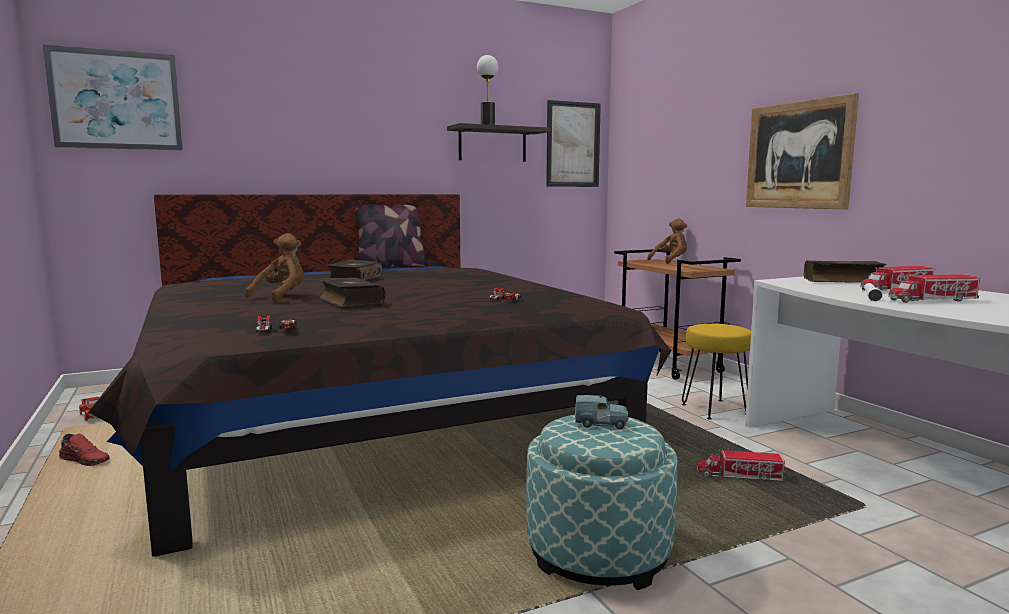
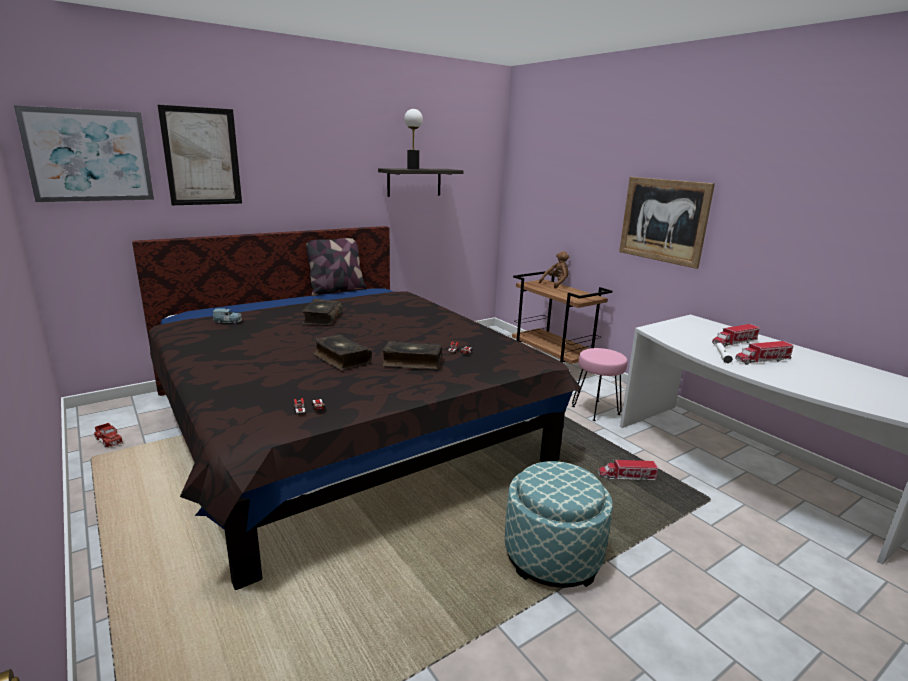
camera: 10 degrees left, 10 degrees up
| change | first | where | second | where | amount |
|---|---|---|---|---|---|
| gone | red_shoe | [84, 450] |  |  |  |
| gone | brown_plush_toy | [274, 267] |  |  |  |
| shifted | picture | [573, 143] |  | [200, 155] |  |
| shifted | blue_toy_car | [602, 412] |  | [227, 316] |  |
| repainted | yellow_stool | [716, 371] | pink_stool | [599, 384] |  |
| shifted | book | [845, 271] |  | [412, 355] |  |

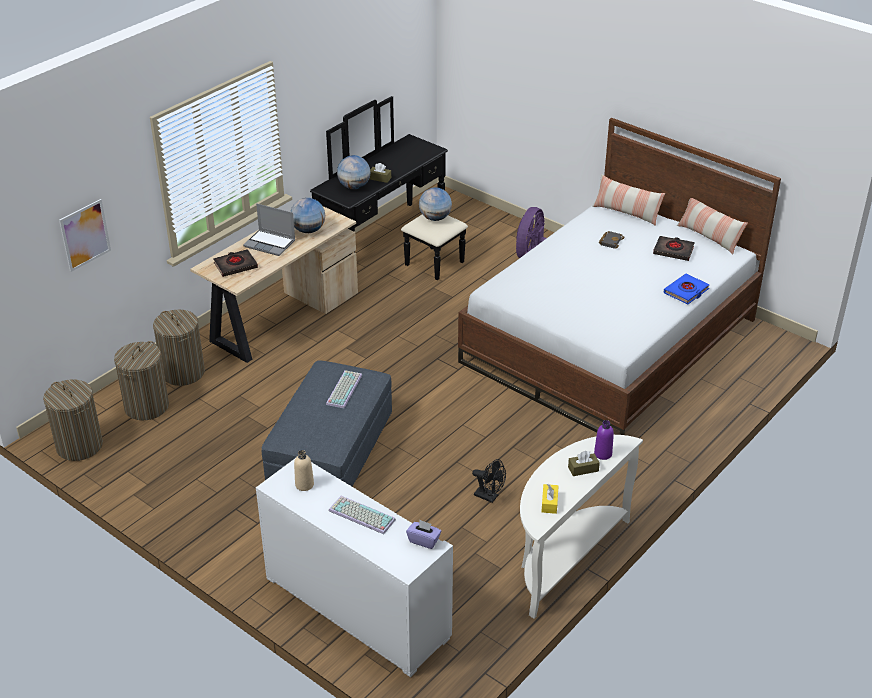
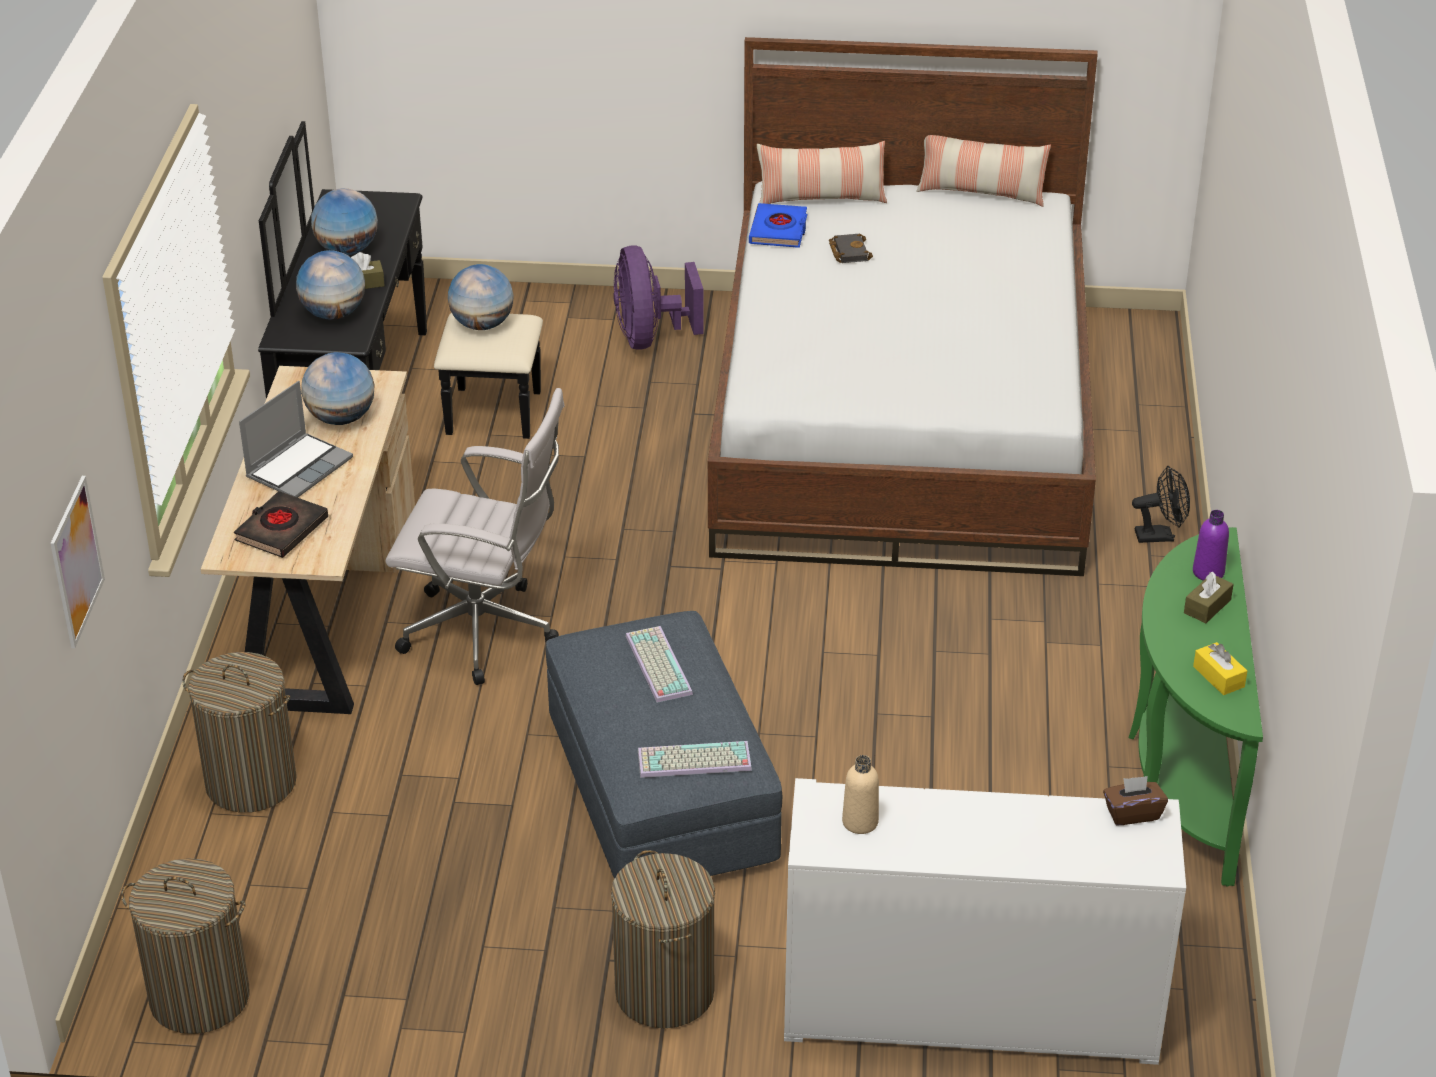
camera: 35 degrees left, 0 degrees up
| change | first | where | second | where | amount |
|---|---|---|---|---|---|
| shifted | laundry_basket | [141, 380] |  | [663, 939] |  |
| rotated | laptop | [269, 230] |  | [296, 439] | 45 degrees counterclockwise |
| shifted | keyboard | [362, 515] |  | [695, 759] |  |
| repainted | purple_tissue_box | [424, 534] | brown_tissue_box | [1135, 800] |  |
| shifted | black_fan | [489, 481] |  | [1161, 504] |  |
| repainted | white_console_table | [581, 527] | green_console_table | [1195, 707] |  |
| gone | black_book | [674, 248] |  |  |  |
| shifted | blue_book | [687, 289] |  | [778, 225] |  |
| new |  |  | globe | [344, 221] |  |
| new |  |  | white_office_chair | [475, 536] |  |

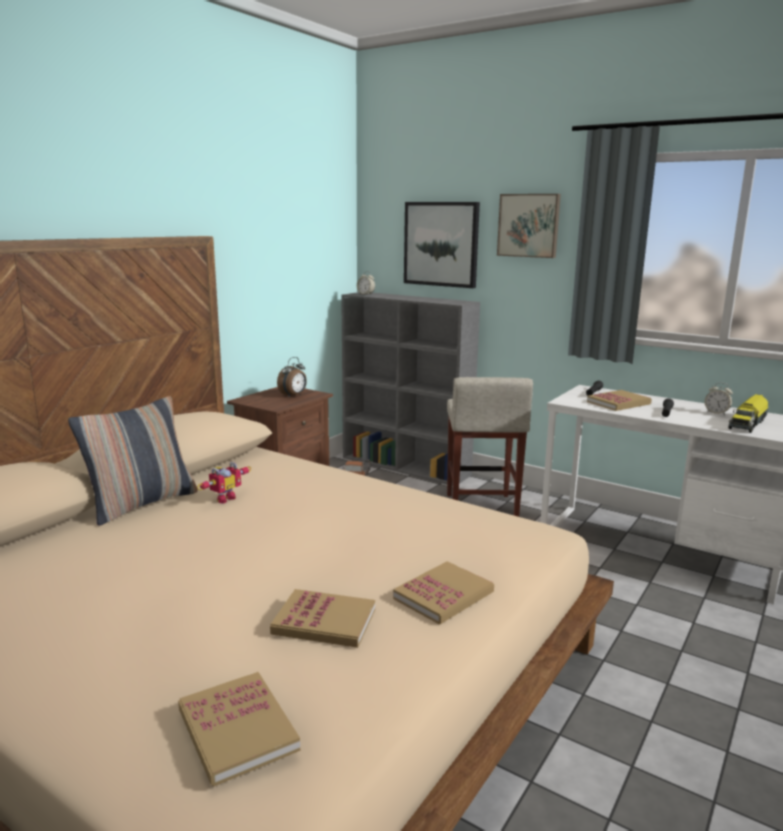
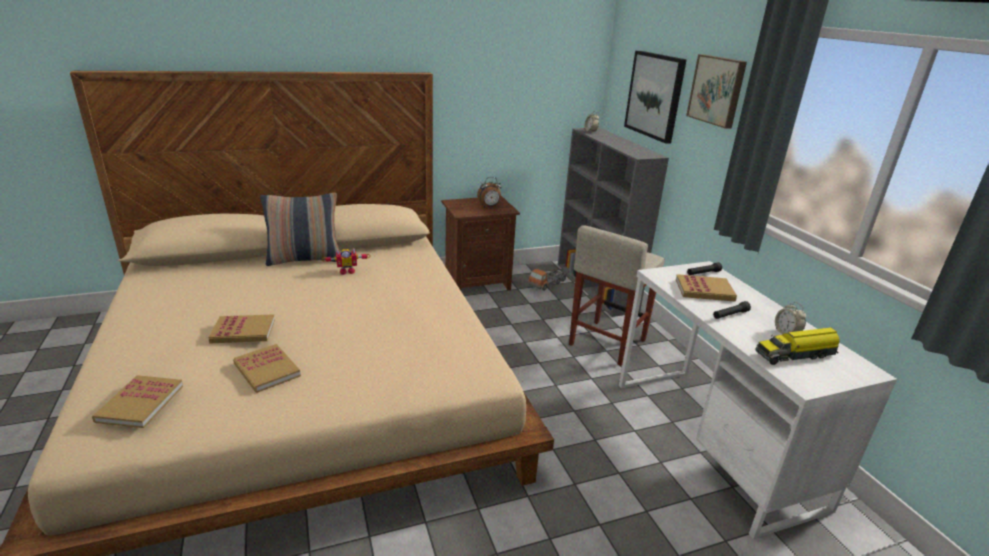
camera: 35 degrees right, 10 degrees up
| change | first | where | second | where | amount |
|---|---|---|---|---|---|
| shifted | book | [443, 593] |  | [241, 328] |  |

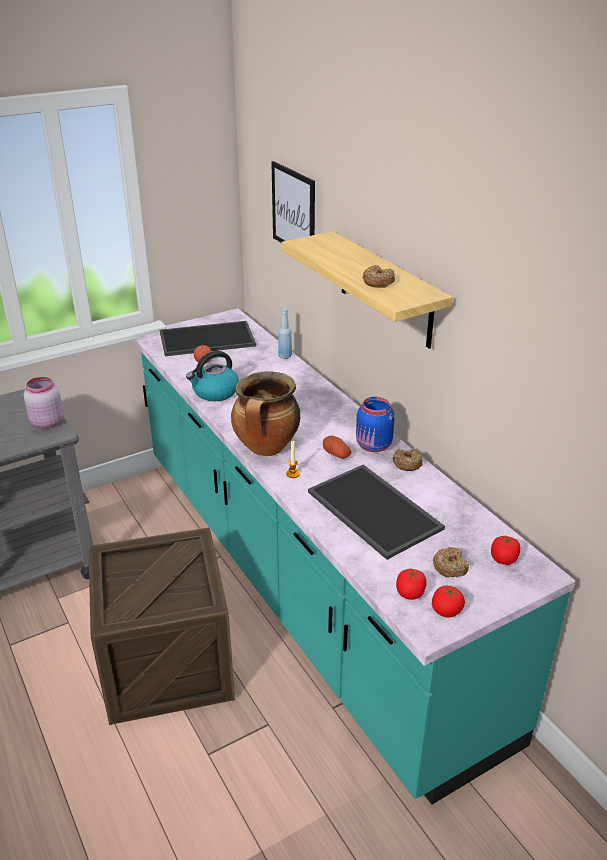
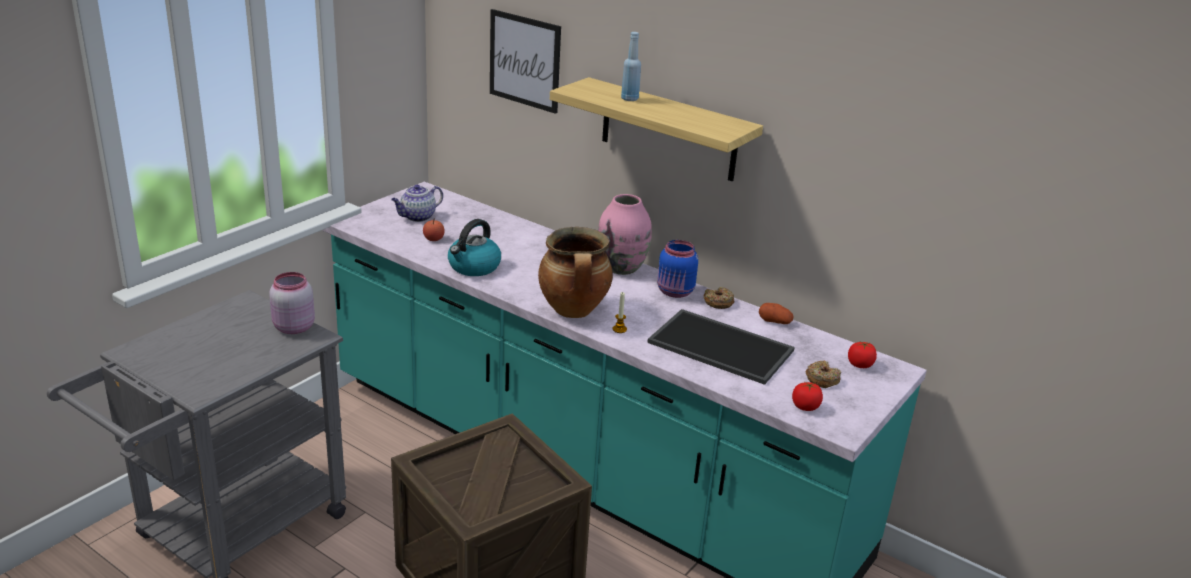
camera: 25 degrees left, 5 degrees down
| change | first | where | second | where | amount |
|---|---|---|---|---|---|
| swapped | tray | [208, 338] | teapot | [417, 203] |  |
| shifted | blue_bottle | [285, 333] |  | [631, 66] |  |
| shifted | potato | [337, 447] |  | [776, 313] |  |
| gone | donut | [378, 276] |  |  |  |
| gone | tomato | [448, 602] |  |  |  |
| new |  |  | pink_vase | [625, 234] |  |

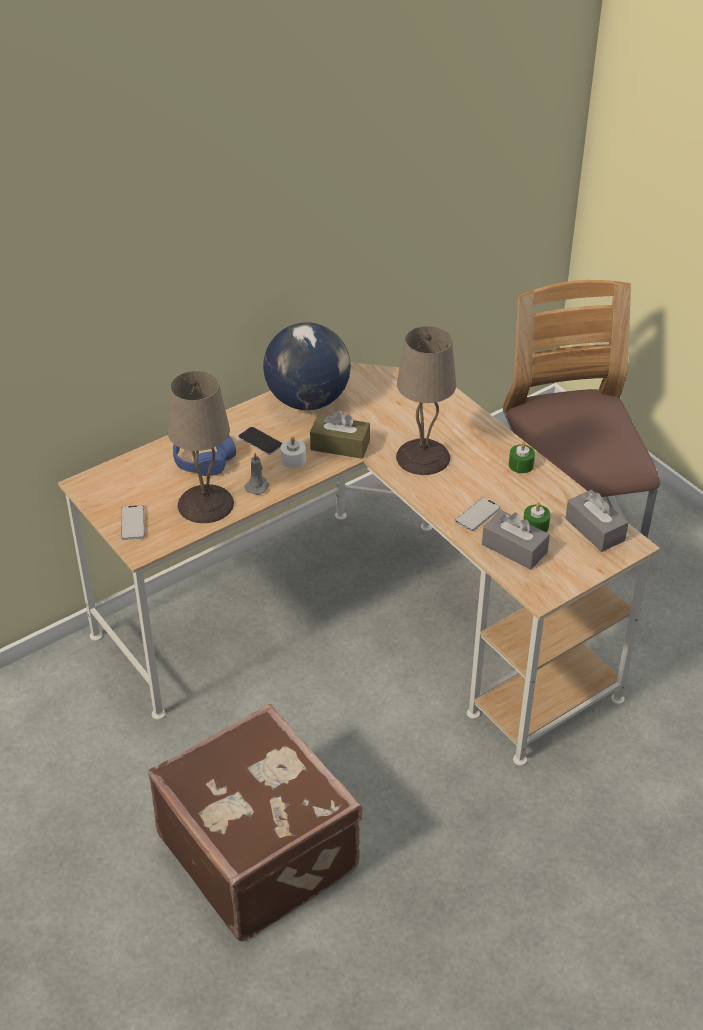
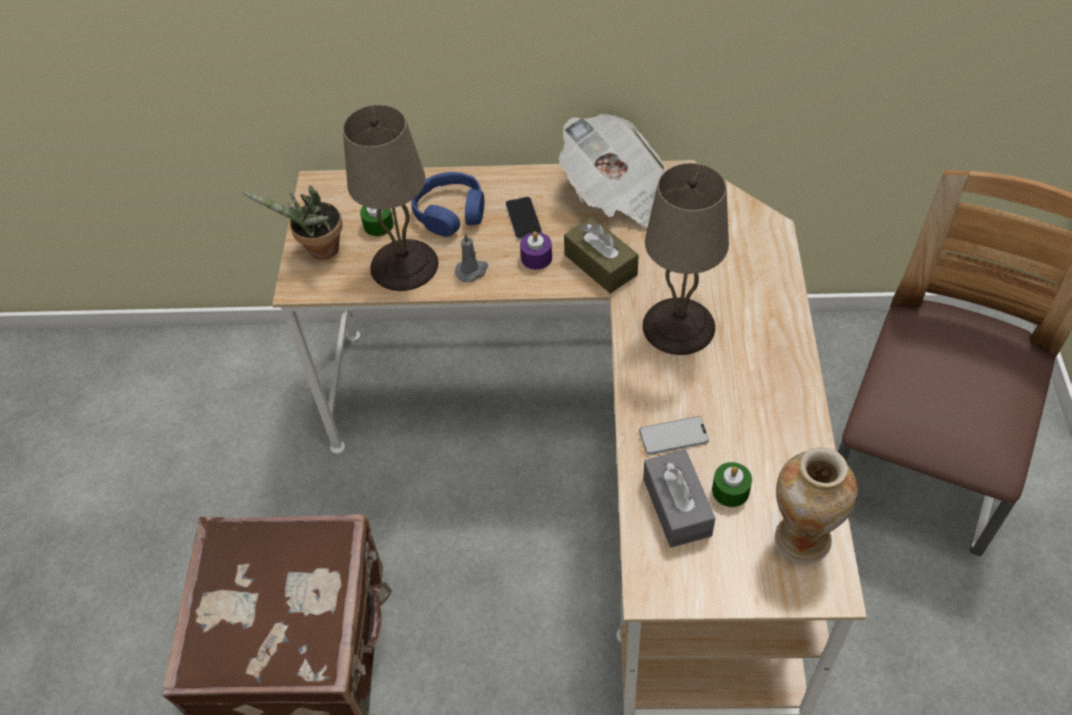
camera: 40 degrees right, 10 degrees up
| change | first | where | second | where | amount |
|---|---|---|---|---|---|
| swapped | phone | [133, 522] | potted_plant | [293, 222] |  |
| swapped | globe | [307, 366] | newspaper | [611, 170] |  |
| repainted | white_candle | [293, 452] | purple_candle | [536, 250] |  |
| shifted | green_candle | [522, 457] |  | [377, 221] |  |
| swapped | grey_tissue_box | [597, 521] | vase | [816, 505] |  |

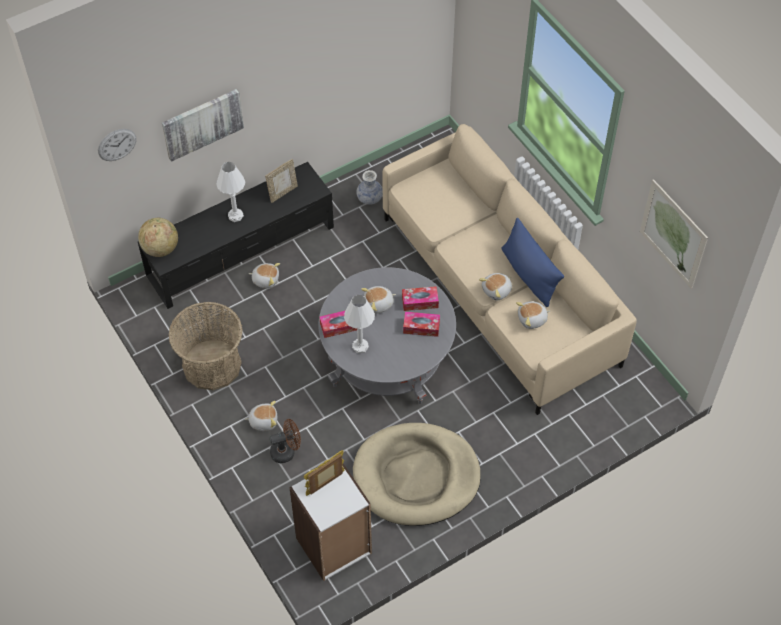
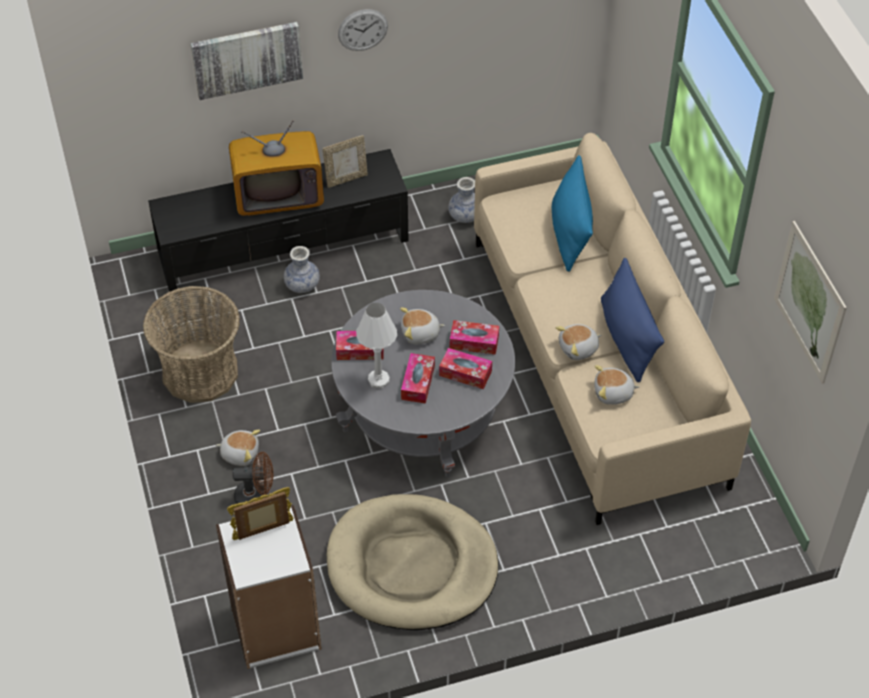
camera: 15 degrees right, 5 degrees down
| change | first | where | second | where | amount |
|---|---|---|---|---|---|
| shifted | wall_clock | [117, 145] |  | [363, 30] |  |
| gone | globe | [158, 237] |  |  |  |
| swapped | white_table_lamp | [230, 192] | television | [276, 168] |  |
| swapped | plush_toy | [264, 276] | vase | [302, 269] |  |
| new |  |  | tissue_box | [418, 378] |  |
| new |  |  | blue_pillow | [572, 213] |  |

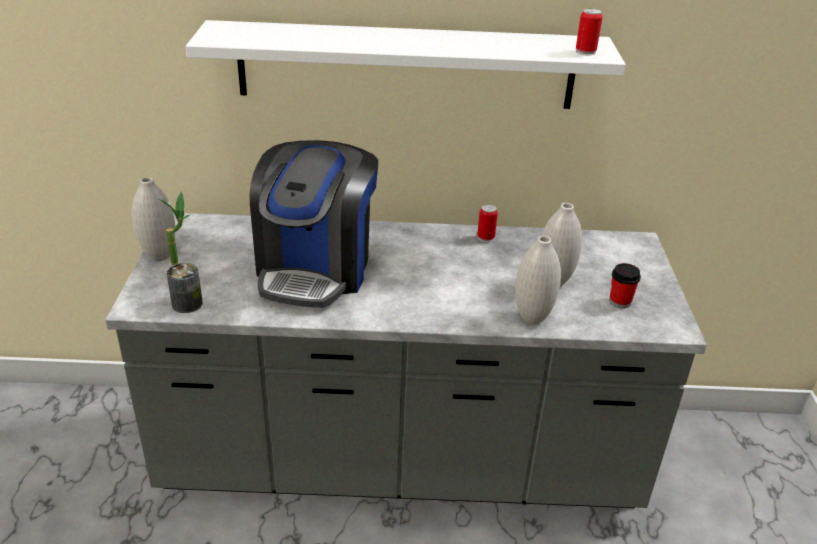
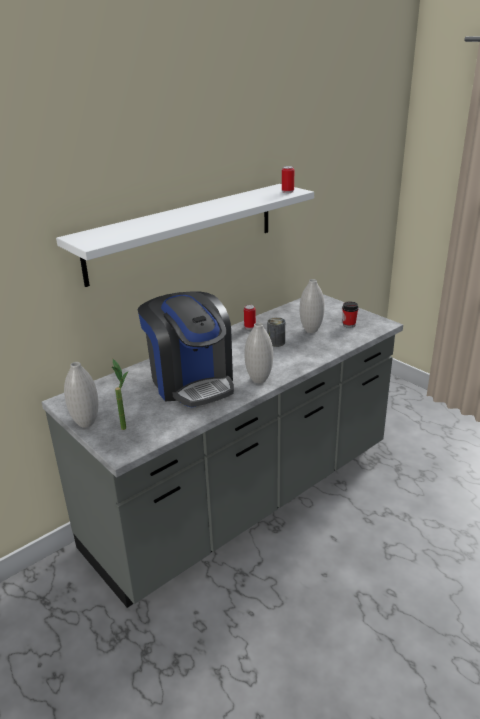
camera: 40 degrees left, 5 degrees down
| change | first | where | second | where | amount |
|---|---|---|---|---|---|
| shifted | can | [184, 288] |  | [276, 332] |  |
| shifted | white_vase | [538, 280] |  | [259, 353] |  |

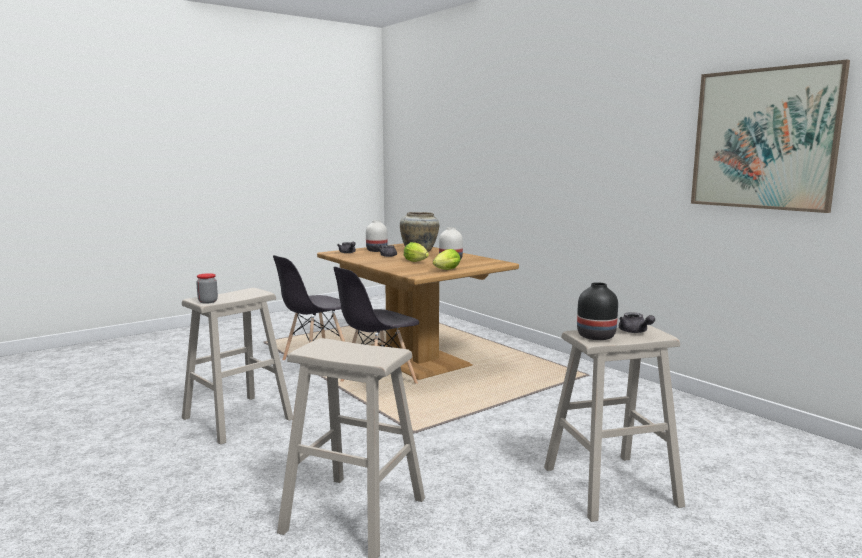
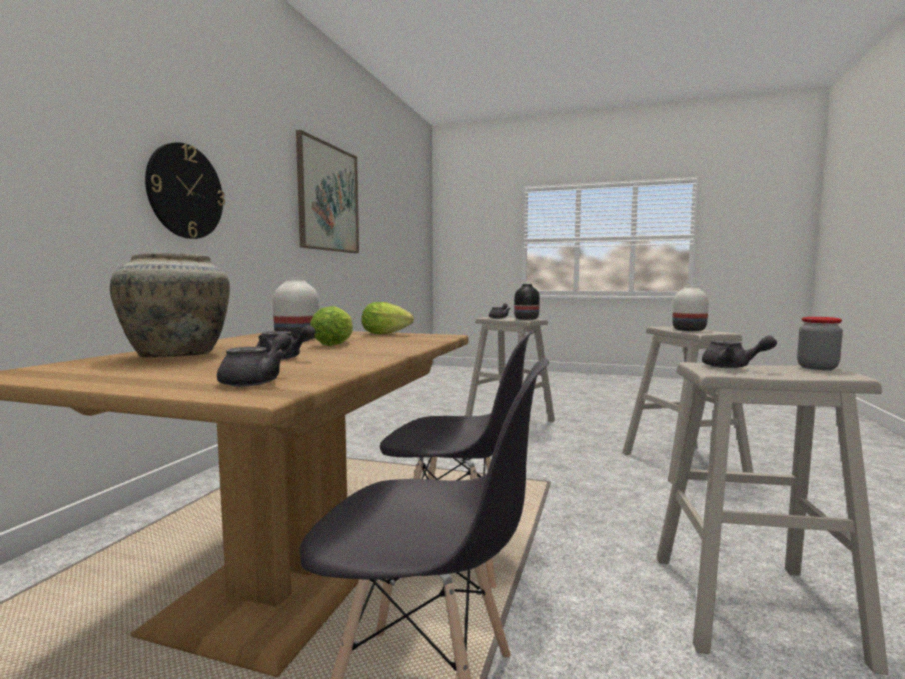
camera: 125 degrees left, 5 degrees down
| change | first | where | second | where | amount |
|---|---|---|---|---|---|
| shifted | white_vase | [377, 236] |  | [690, 308] |  |
| new |  |  | wall_clock | [185, 190] |  |
| new |  |  | grey_teapot | [739, 352] |  |

